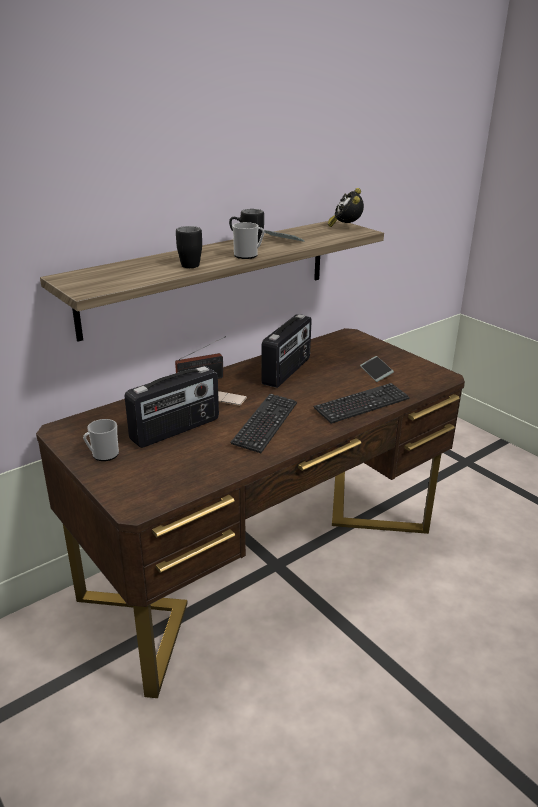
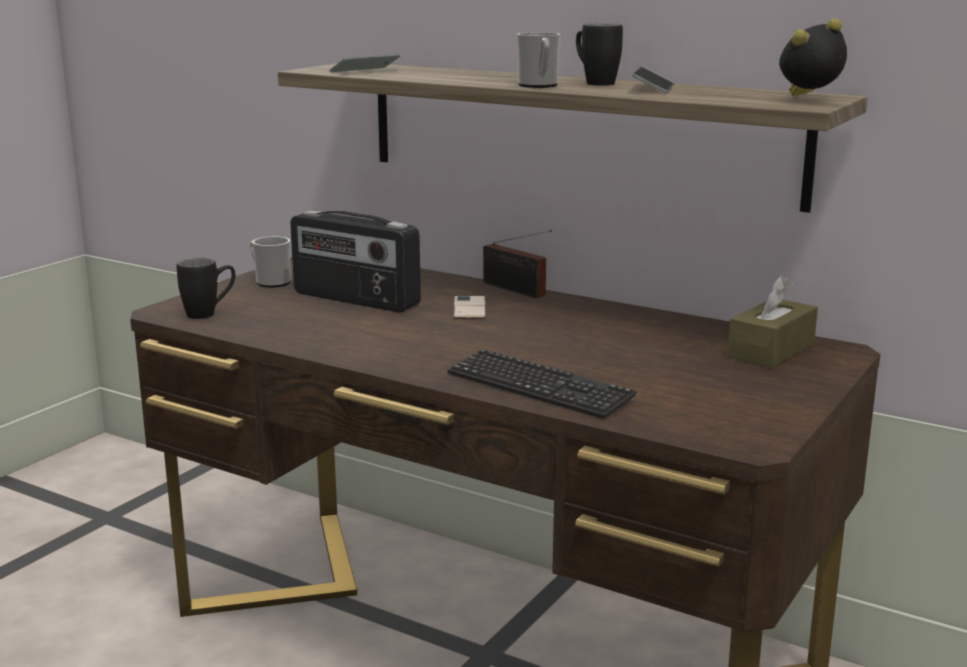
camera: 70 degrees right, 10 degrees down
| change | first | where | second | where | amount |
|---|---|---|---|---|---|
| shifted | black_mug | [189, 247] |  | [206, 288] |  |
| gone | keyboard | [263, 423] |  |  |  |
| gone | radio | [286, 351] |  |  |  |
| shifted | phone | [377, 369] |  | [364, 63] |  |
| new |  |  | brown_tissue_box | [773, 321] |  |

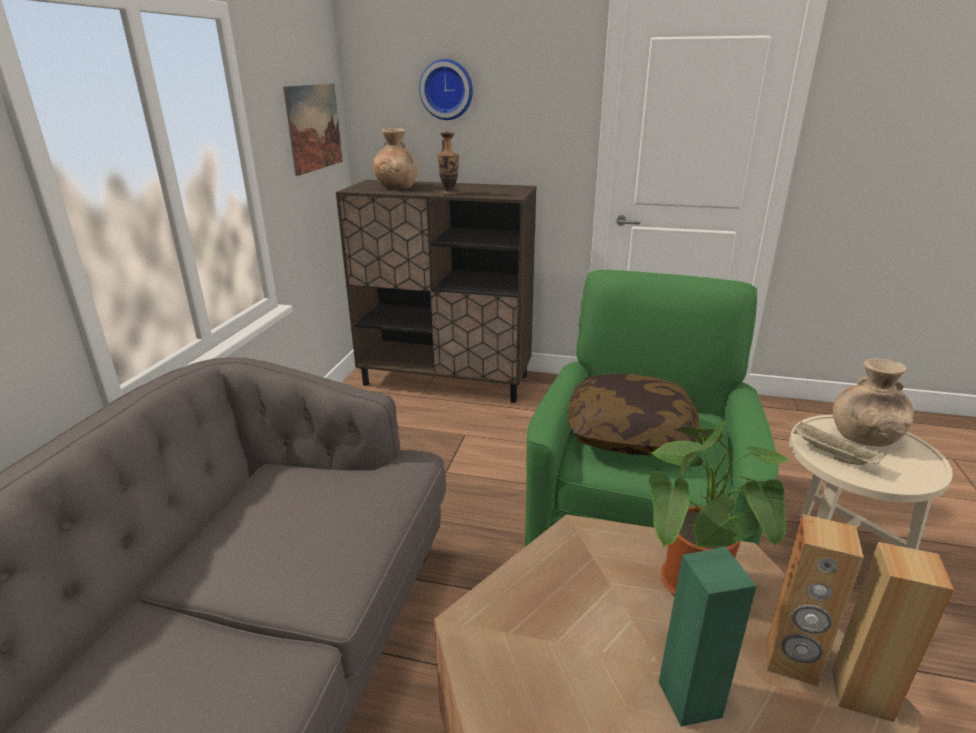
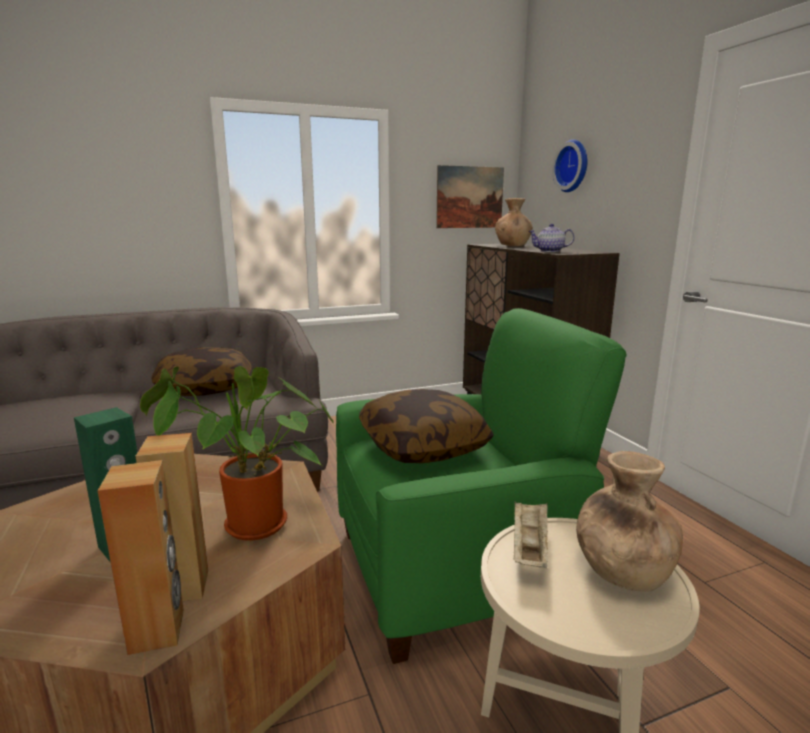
camera: 55 degrees right, 10 degrees down
| change | first | where | second | where | amount |
|---|---|---|---|---|---|
| gone | vase | [448, 163] |  |  |  |
| new |  |  | pillow | [201, 371] |  |
| new |  |  | teapot | [551, 238] |  |

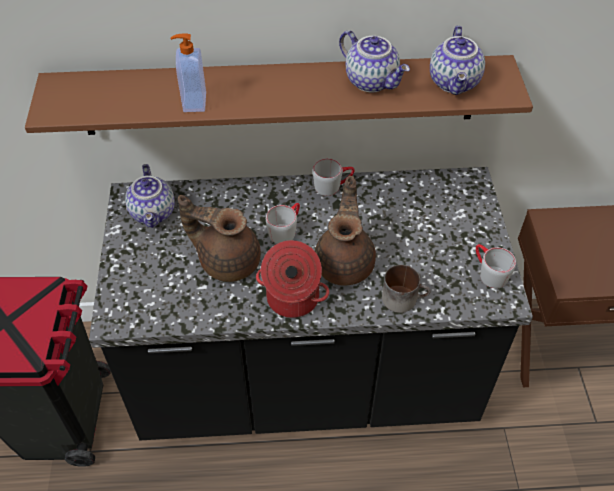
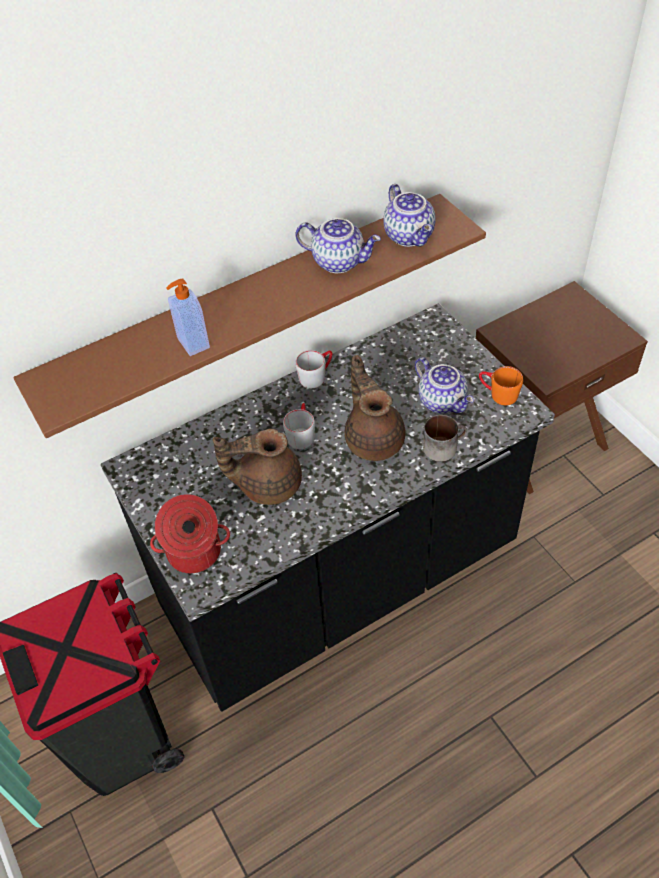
camera: 25 degrees left, 0 degrees up
| change | first | where | second | where | amount |
|---|---|---|---|---|---|
| shifted | teapot | [150, 196] |  | [444, 385] |  |
| shifted | cooking_pot | [292, 279] |  | [190, 533] |  |
| repainted | grey_mug | [496, 266] | orange_mug | [501, 385] |  |

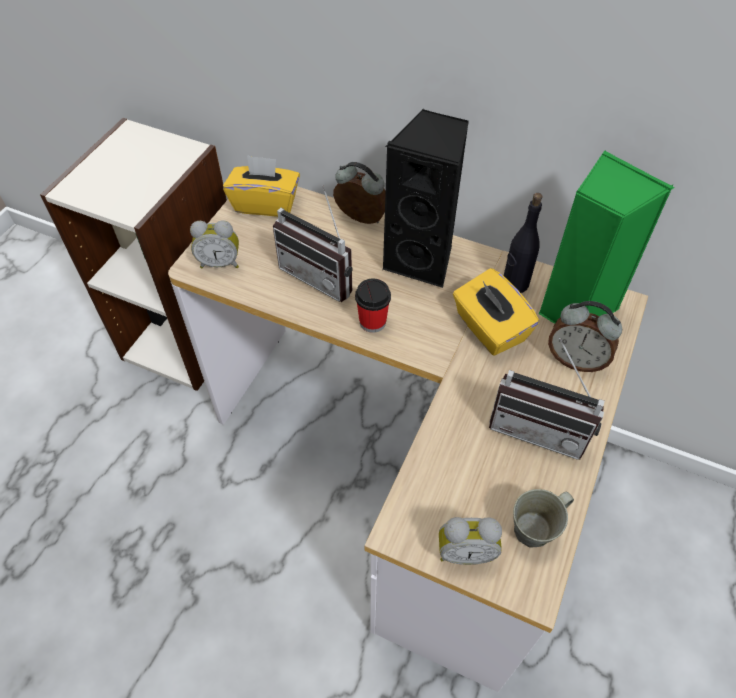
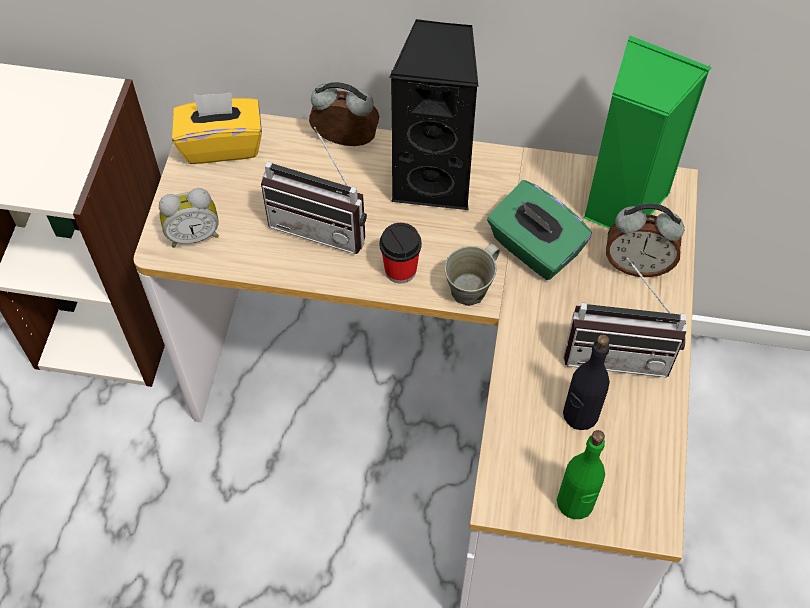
camera: 15 degrees left, 5 degrees up
| change | first | where | second | where | amount |
|---|---|---|---|---|---|
| swapped | alarm_clock | [470, 541] | green_bottle | [581, 474] |  |
| repainted | yellow_tissue_box | [496, 312] | green_tissue_box | [539, 230] |  |
| shifted | black_bottle | [523, 243] |  | [586, 382] |  |
| shifted | grey_mug | [543, 518] |  | [472, 275] |  |

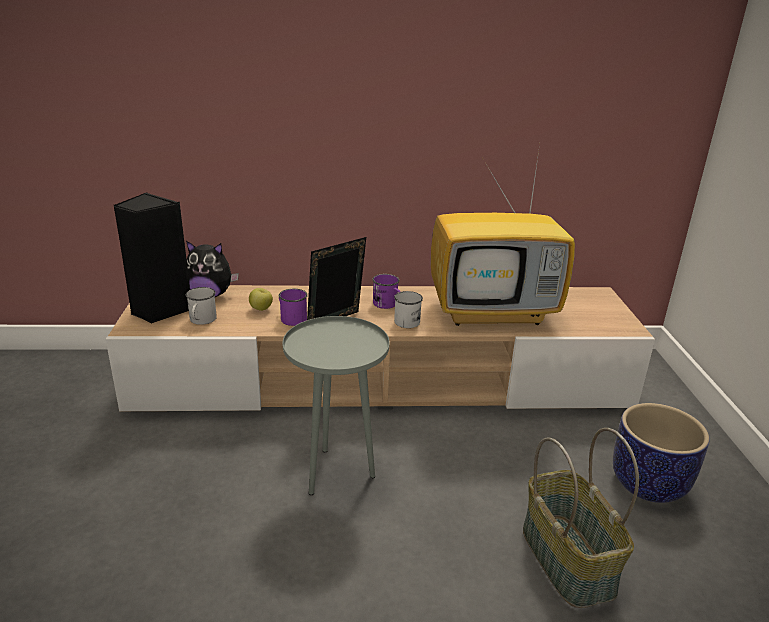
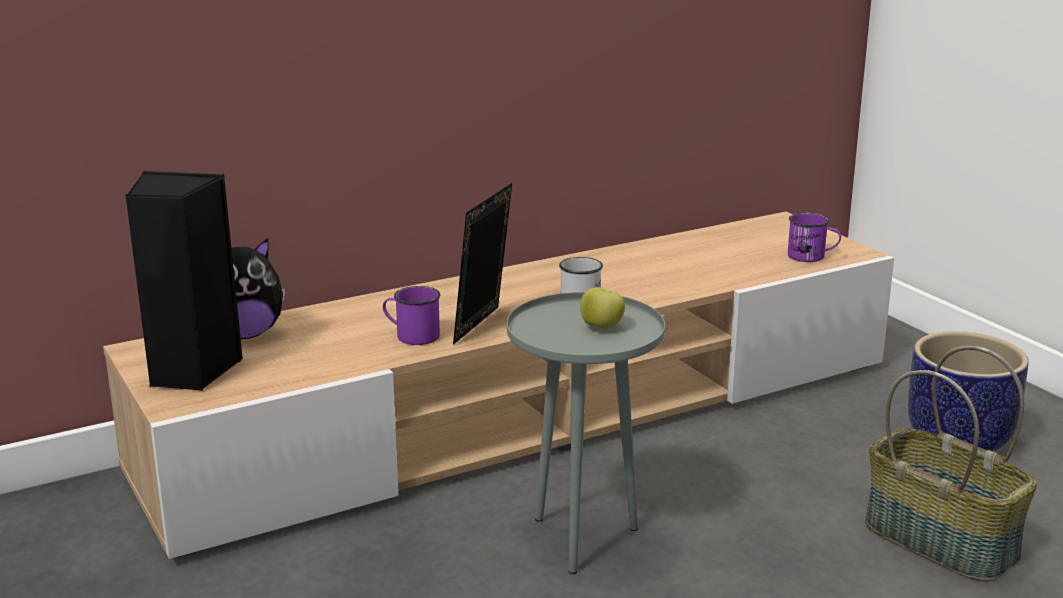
camera: 25 degrees left, 5 degrees down
| change | first | where | second | where | amount |
|---|---|---|---|---|---|
| gone | white_mug | [201, 306] |  |  |  |
| shifted | apple | [261, 299] |  | [602, 308] |  |
| shifted | purple_mug | [386, 291] |  | [814, 237] |  |
| gone | television | [503, 238] |  |  |  |

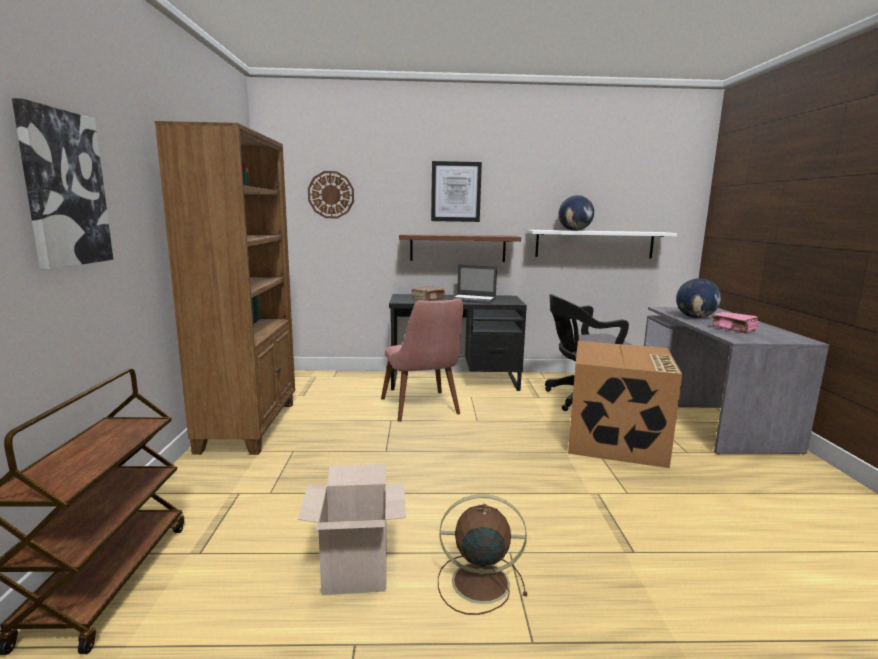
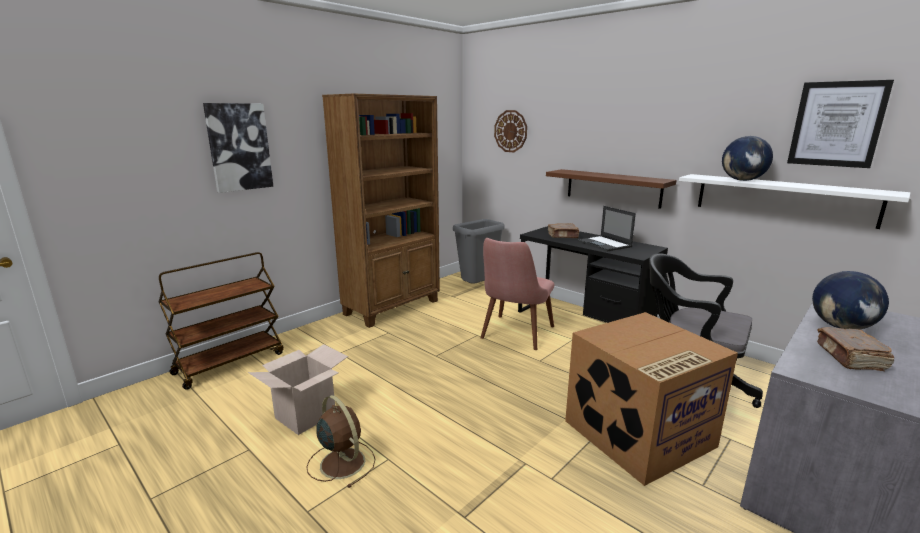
camera: 45 degrees right, 5 degrees up
| change | first | where | second | where | amount |
|---|---|---|---|---|---|
| shifted | picture | [456, 191] |  | [840, 124] |  |
| repainted | pink_book | [735, 323] | brown_book | [856, 349] |  |
| new |  |  | grey_trash_can | [479, 251] |  |

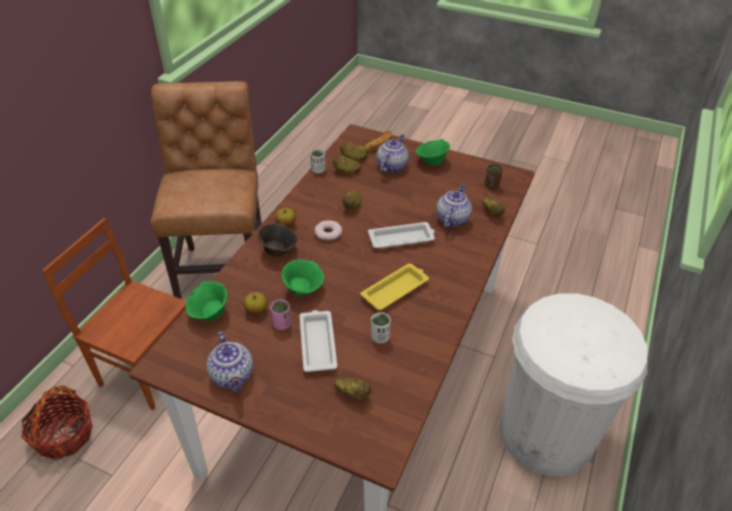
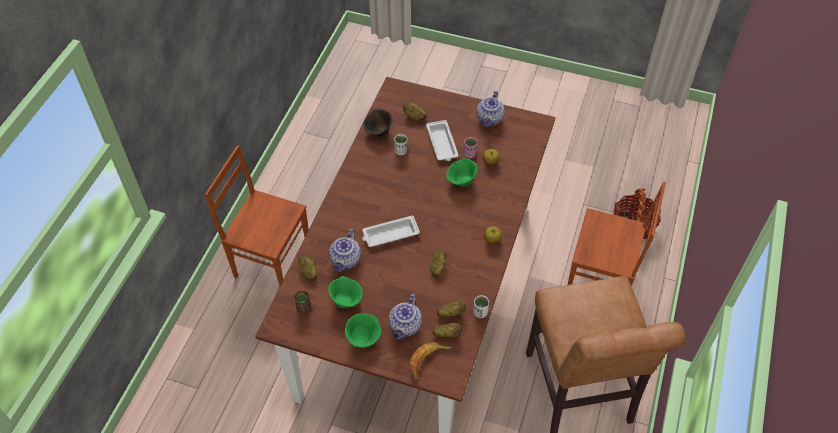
camera: 175 degrees right, 10 degrees up
| change | first | where | second | where | amount |
|---|---|---|---|---|---|
| shifted | green_bowl | [206, 301] |  | [345, 292] |  |
| rotated | teapot | [229, 362] |  | [491, 109] | 135 degrees counterclockwise |
| shifted | brown_bowl | [277, 240] |  | [378, 122] |  |
| gone | donut | [328, 230] |  |  |  |
| gone | yellow_tray | [394, 287] |  |  |  |
| swapped | white_trash_can | [573, 384] | brown_chair | [257, 215] |  |

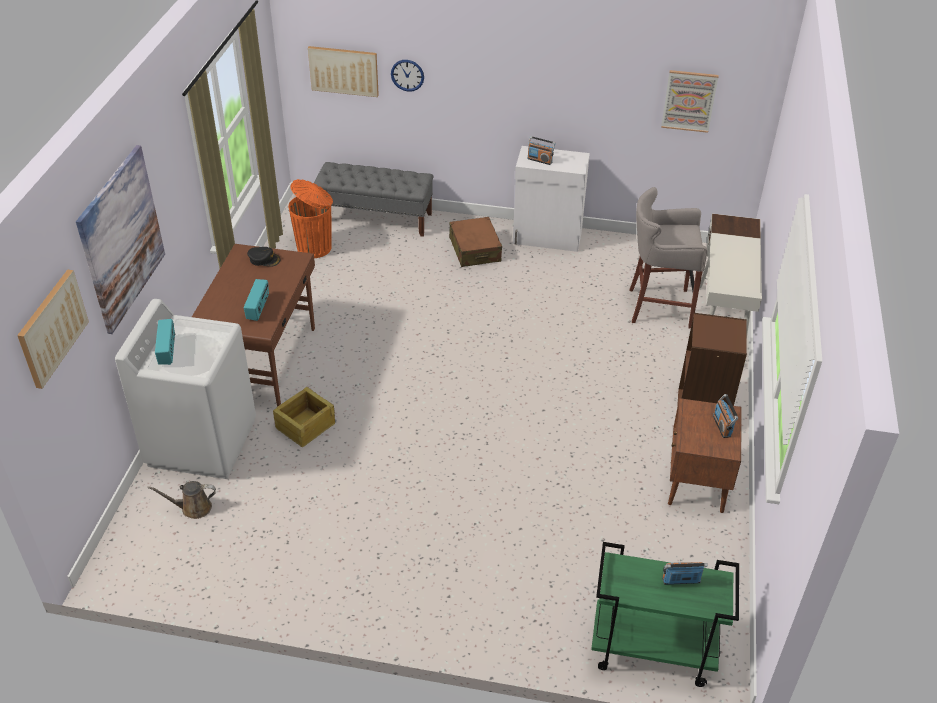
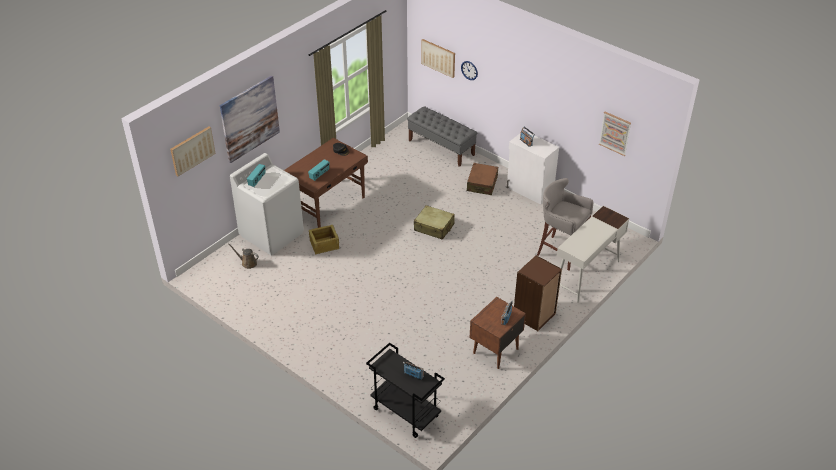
camera: 30 degrees right, 0 degrees up
| change | first | where | second | where | amount |
|---|---|---|---|---|---|
| gone | orange_trash_can | [310, 218] |  |  |  |
| repainted | green_cart | [665, 614] | black_cart | [405, 390] |  |
| new |  |  | beige_suitcase | [434, 222] |  |

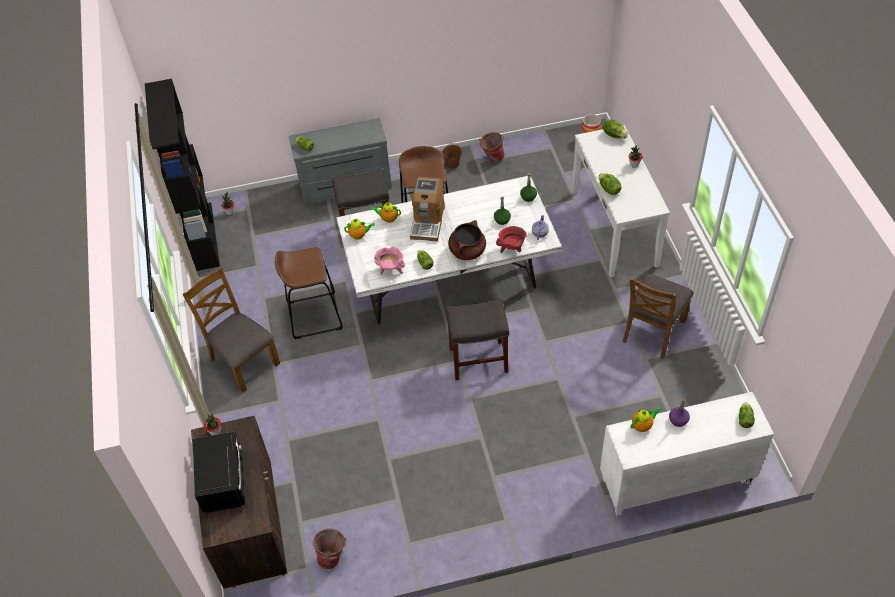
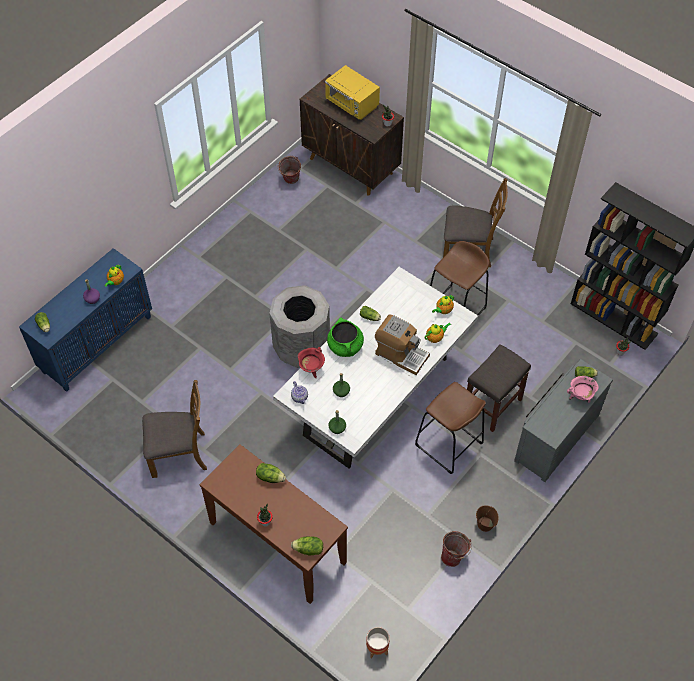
camera: 140 degrees right, 5 degrees up
| change | first | where | second | where | amount |
|---|---|---|---|---|---|
| repainted | black_microwave | [219, 472] | yellow_microwave | [352, 92] |  |
| shifted | pink_cooking_pot | [389, 260] |  | [583, 389] |  |
| rotated | coffee_machine | [427, 209] |  | [402, 345] | 150 degrees clockwise |
| swapped | grey_stool | [477, 339] | grey_trash_can | [299, 326] |  |
| repainted | brown_cooking_pot | [467, 240] | green_cooking_pot | [345, 337] |  |
| repainted | white_console_table | [621, 201] | brown_console_table | [274, 524] |  |
| repainted | white_cabinet | [687, 454] | blue_cabinet | [85, 320] |  |
| rotated | brown_chair | [657, 316] |  | [174, 429] | 90 degrees clockwise |

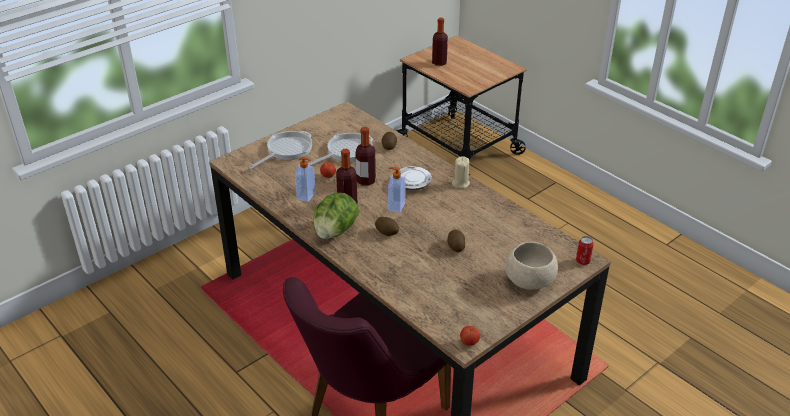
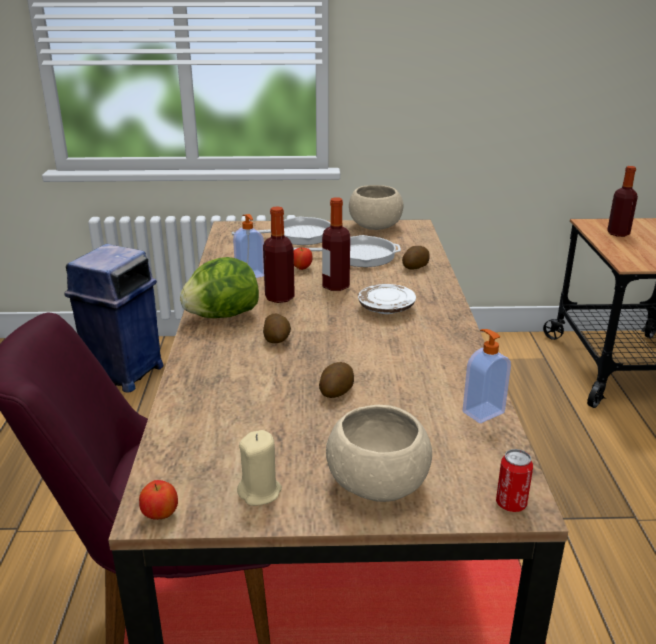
camera: 40 degrees right, 10 degrees down
| change | first | where | second | where | amount |
|---|---|---|---|---|---|
| shifted | soap_dispenser | [397, 190] |  | [487, 376] |  |
| shifted | beige_candle | [461, 173] |  | [259, 468] |  |
| new |  |  | blue_trash_can | [114, 318] |  |
| new |  |  | beige_bowl | [376, 207] |  |

